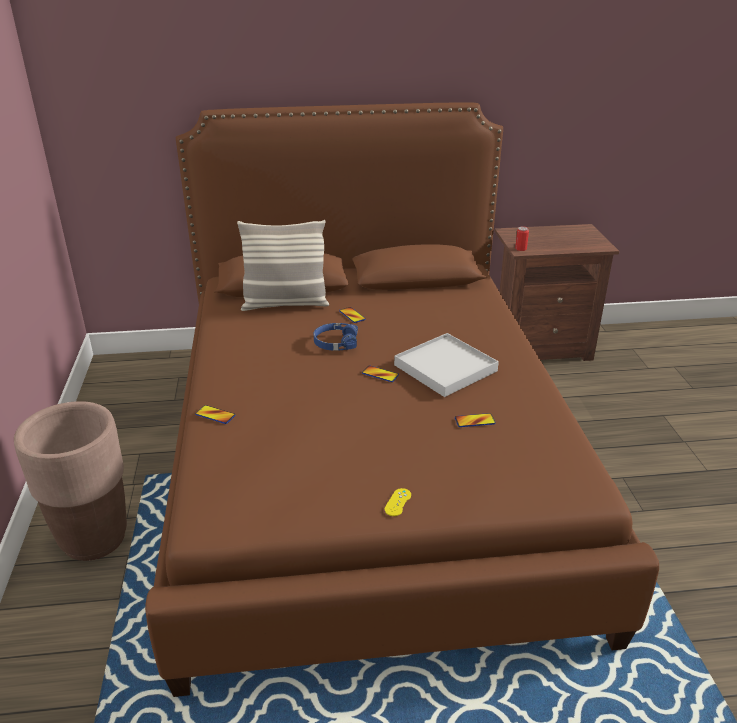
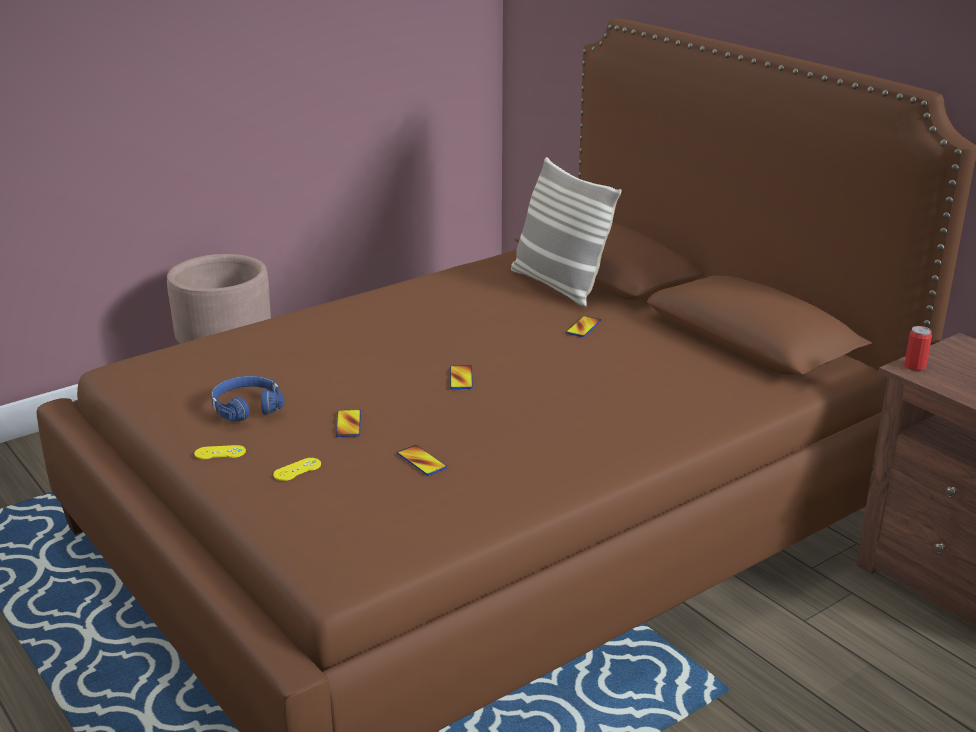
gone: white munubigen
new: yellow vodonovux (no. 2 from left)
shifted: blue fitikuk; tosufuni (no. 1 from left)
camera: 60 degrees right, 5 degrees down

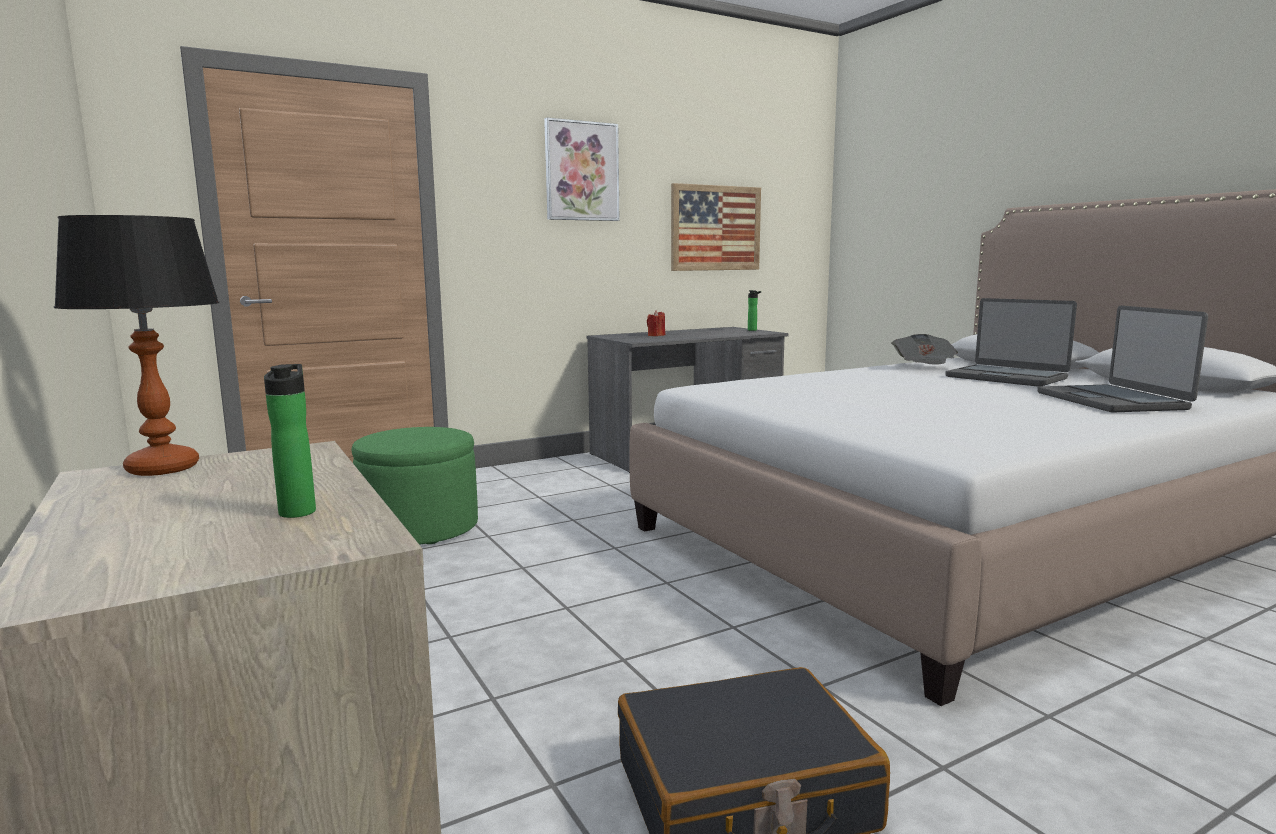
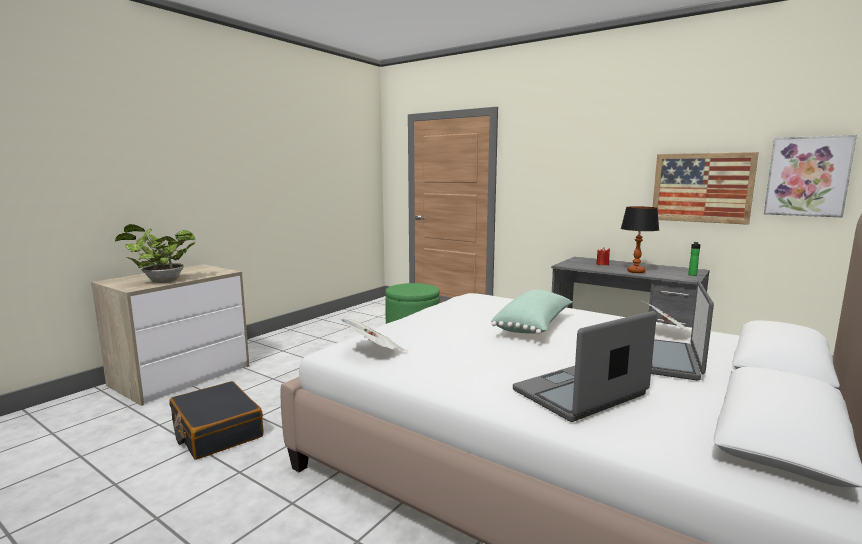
new: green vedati; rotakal (no. 1 from left)
shifted: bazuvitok (no. 1 from left in the first image) to bazuvitok (no. 2 from left); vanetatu
swapped: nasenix (no. 1 from left) to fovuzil
camera: 65 degrees right, 0 degrees up

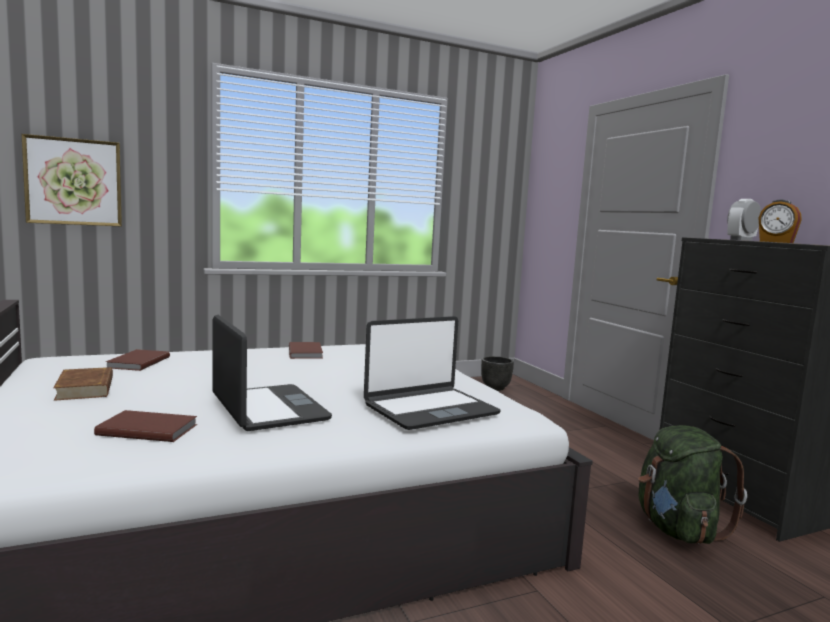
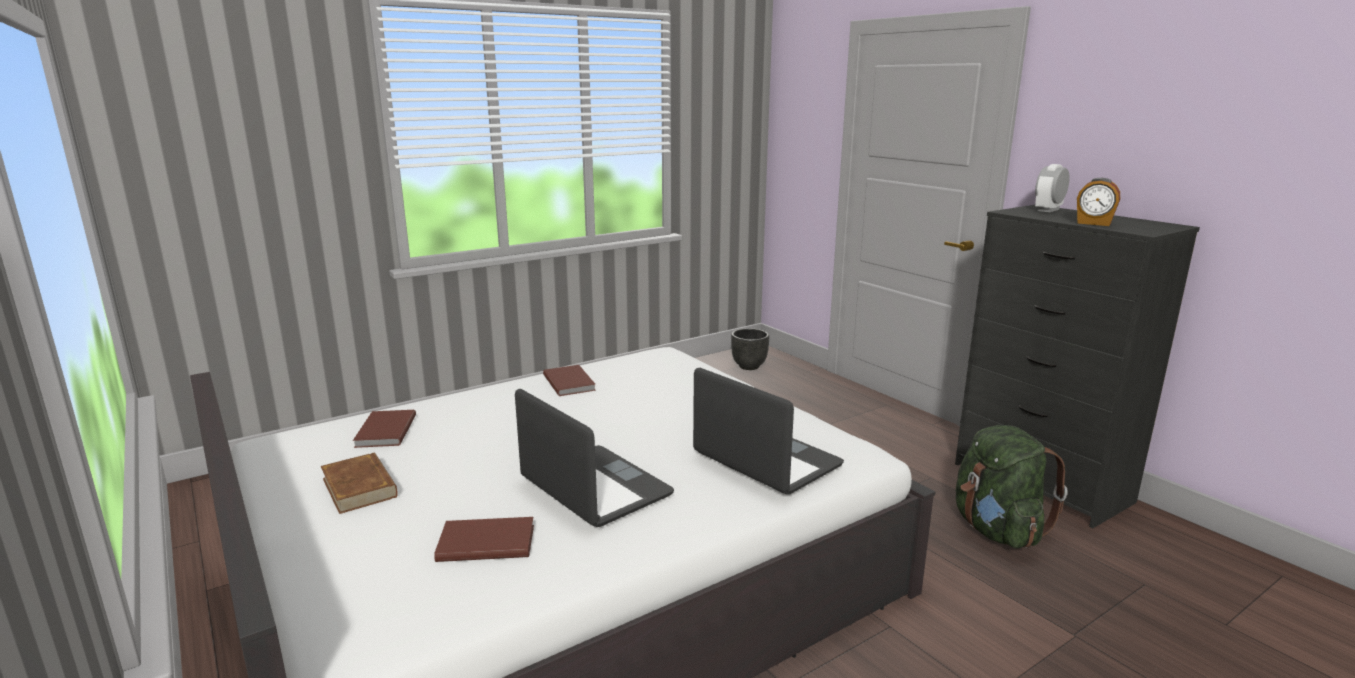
gone: bazuvitok
rotated: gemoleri (no. 2 from left) 90 degrees counterclockwise
camera: 10 degrees left, 10 degrees up

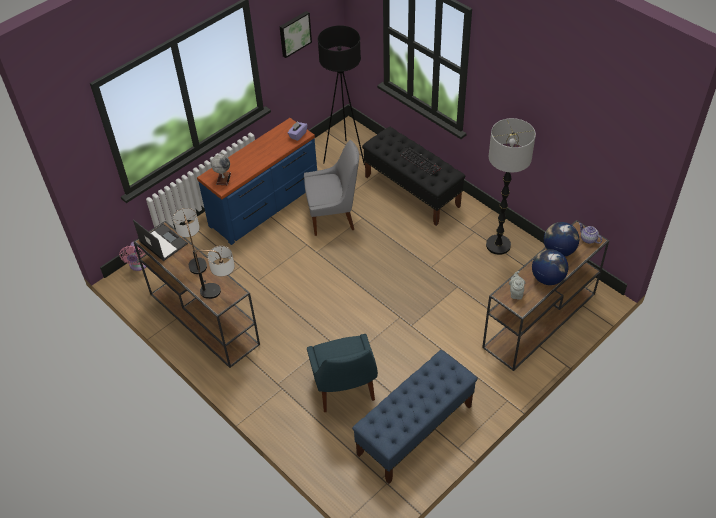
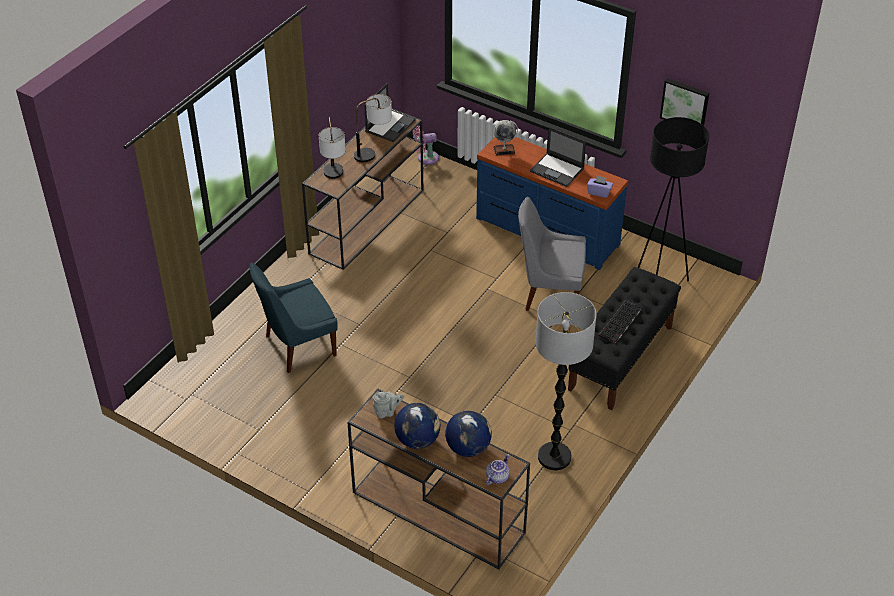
gone: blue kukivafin
new: gemoleri (no. 2 from left)
rotated: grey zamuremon 120 degrees clockwise
camera: 75 degrees right, 5 degrees down

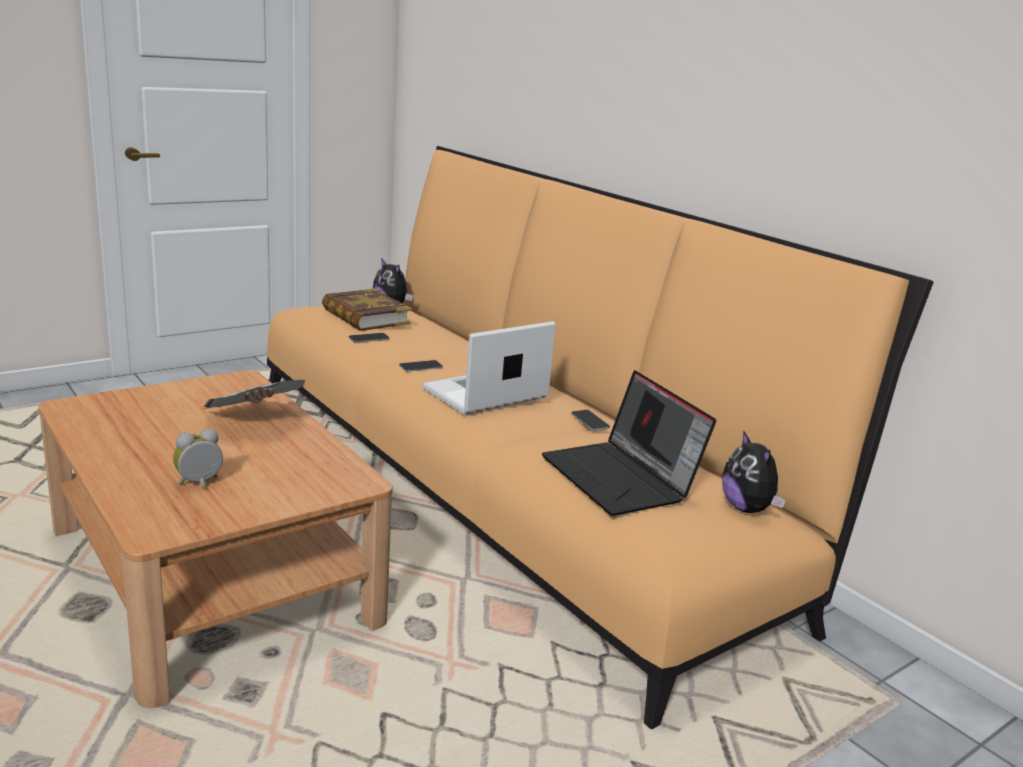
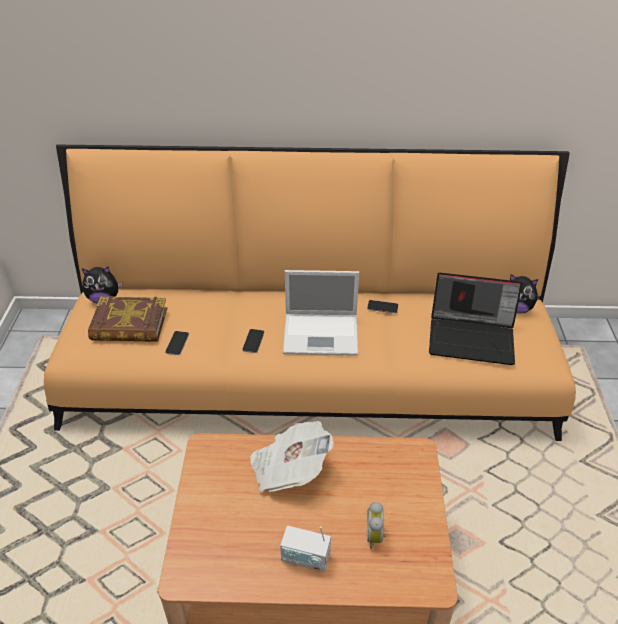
new: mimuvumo
rotated: gemoleri (no. 1 from left) 90 degrees counterclockwise
camera: 50 degrees left, 20 degrees up

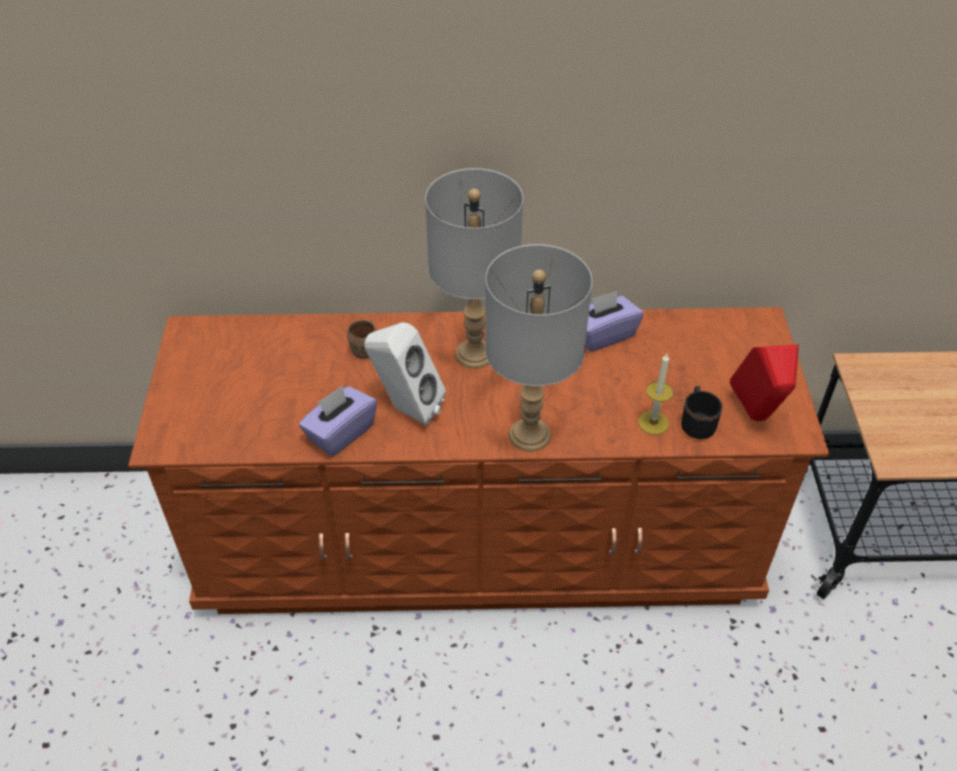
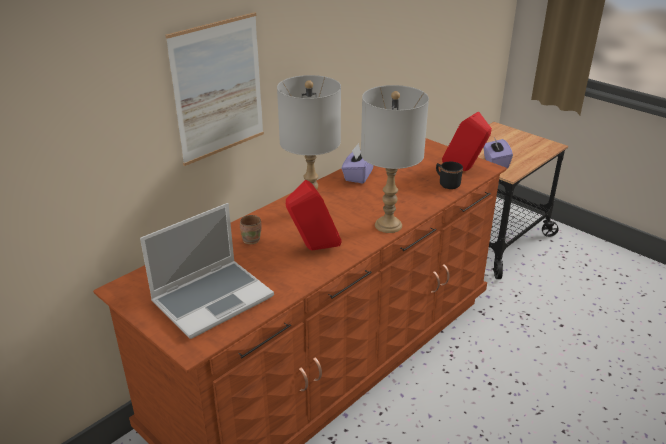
gone: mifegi
new: bazuvitok; gemoleri
shifted: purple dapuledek (no. 1 from left in the first image) to purple dapuledek (no. 2 from left)
repainted: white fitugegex to red fitugegex (no. 1 from left)
camera: 45 degrees left, 15 degrees down

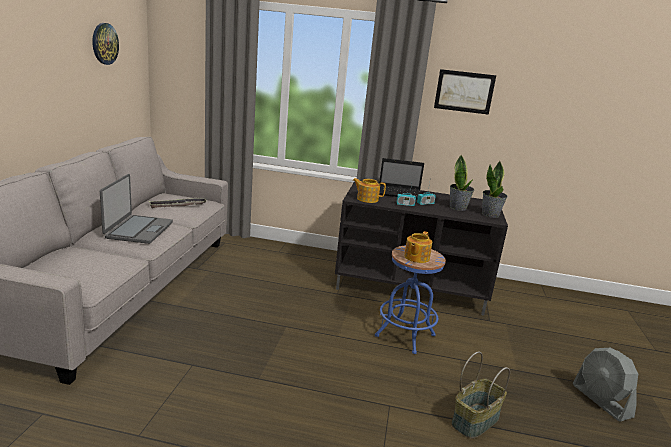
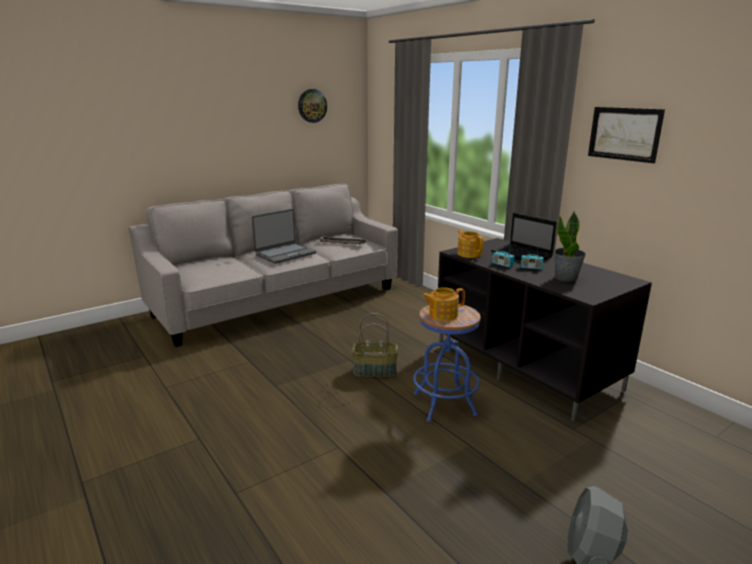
gone: fovuzil (no. 2 from left)
shifted: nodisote
camera: 45 degrees right, 0 degrees up

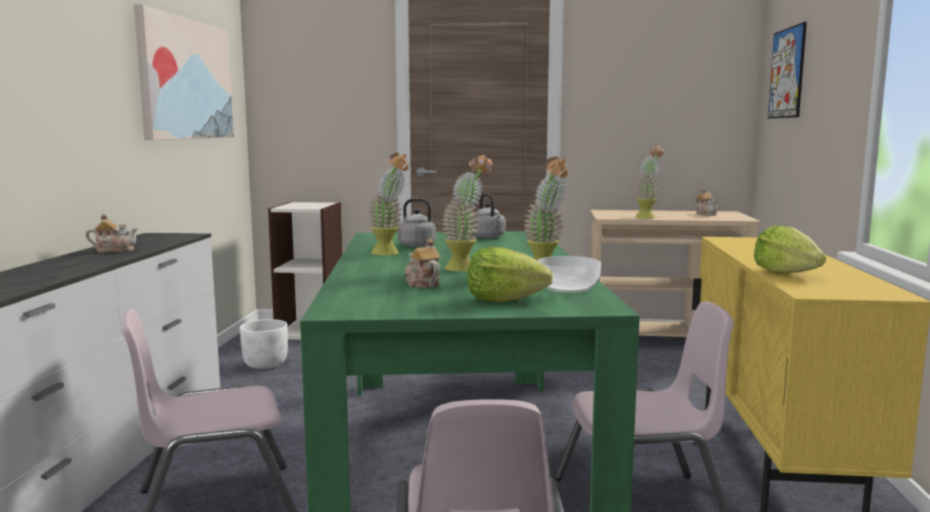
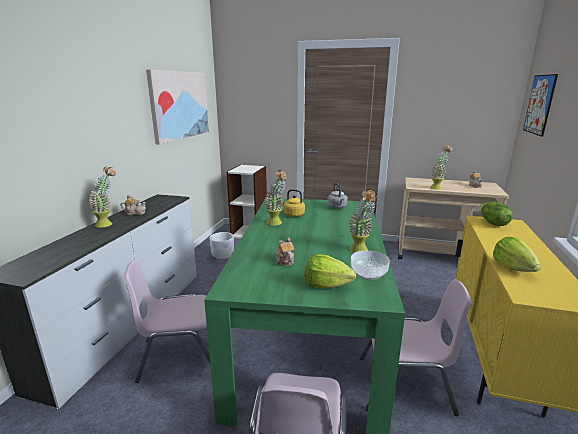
new: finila (no. 2 from left)
shifted: fovuzil (no. 2 from left in the first image) to fovuzil (no. 1 from left)
repainted: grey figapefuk (no. 1 from left) to yellow figapefuk
camera: 10 degrees right, 10 degrees up

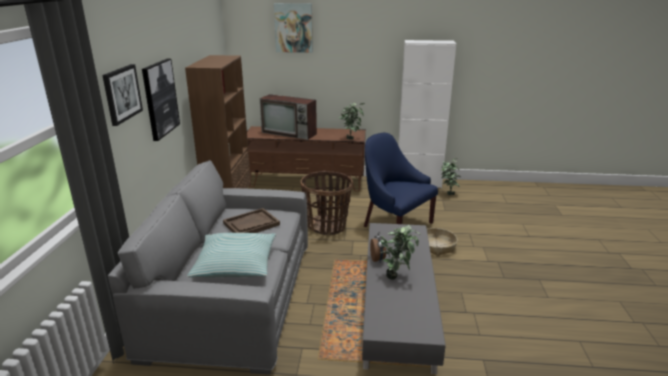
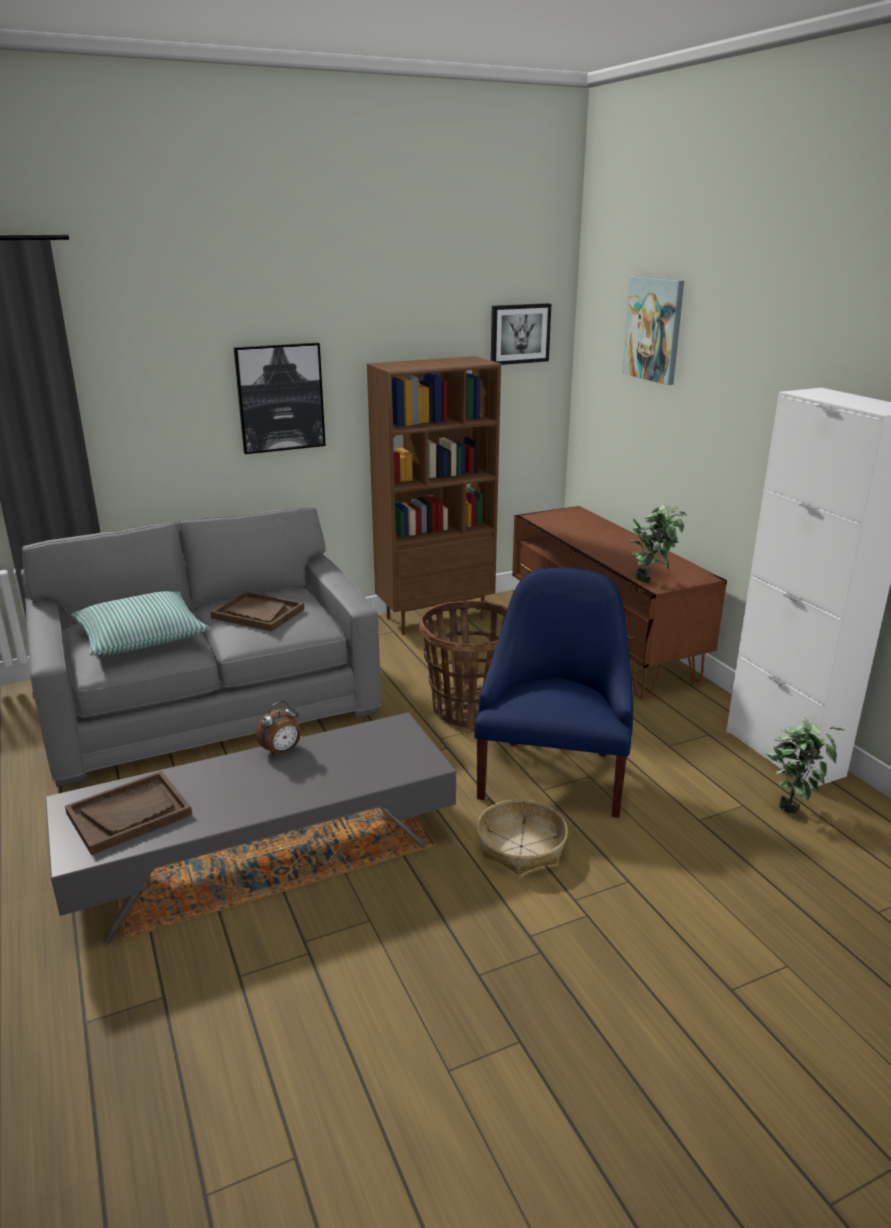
gone: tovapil; fovuzil (no. 2 from left)
new: brown munubigen (no. 1 from left)
shifted: bazuvitok (no. 1 from left in the first image) to bazuvitok (no. 2 from left)
camera: 60 degrees right, 0 degrees up

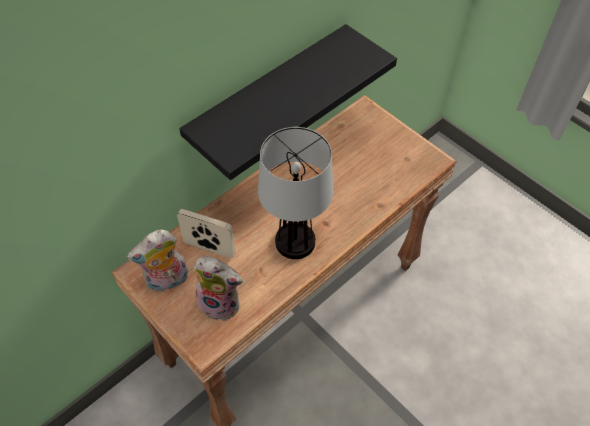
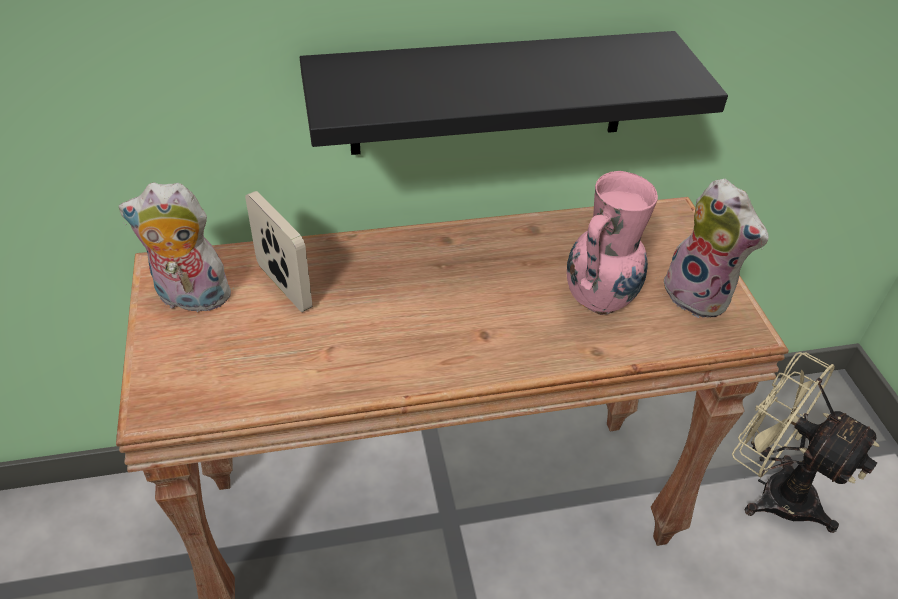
gone: vanetatu
new: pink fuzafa; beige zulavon
shifted: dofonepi (no. 2 from left)
camera: 30 degrees right, 10 degrees down

